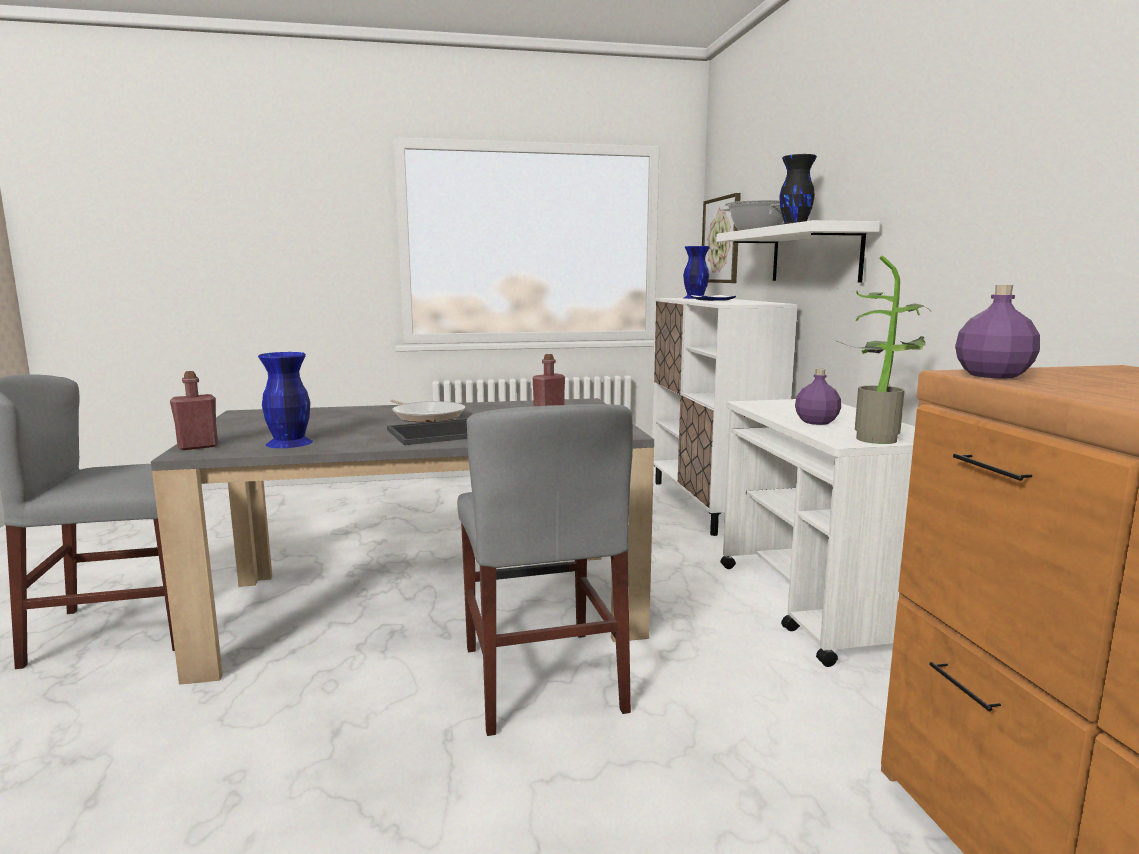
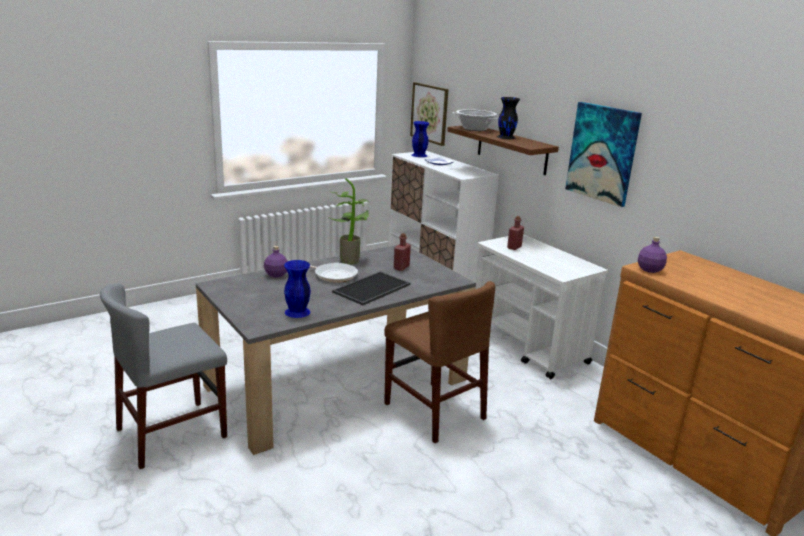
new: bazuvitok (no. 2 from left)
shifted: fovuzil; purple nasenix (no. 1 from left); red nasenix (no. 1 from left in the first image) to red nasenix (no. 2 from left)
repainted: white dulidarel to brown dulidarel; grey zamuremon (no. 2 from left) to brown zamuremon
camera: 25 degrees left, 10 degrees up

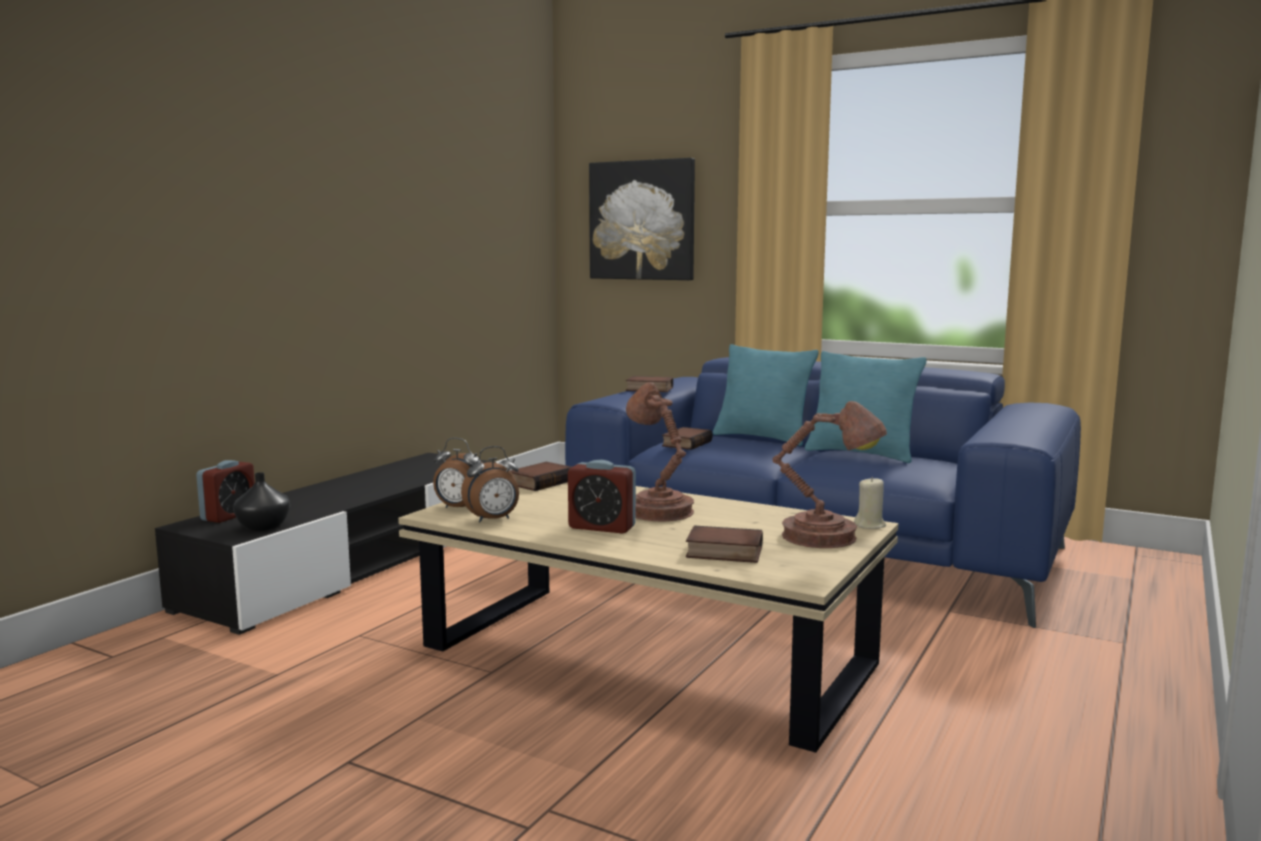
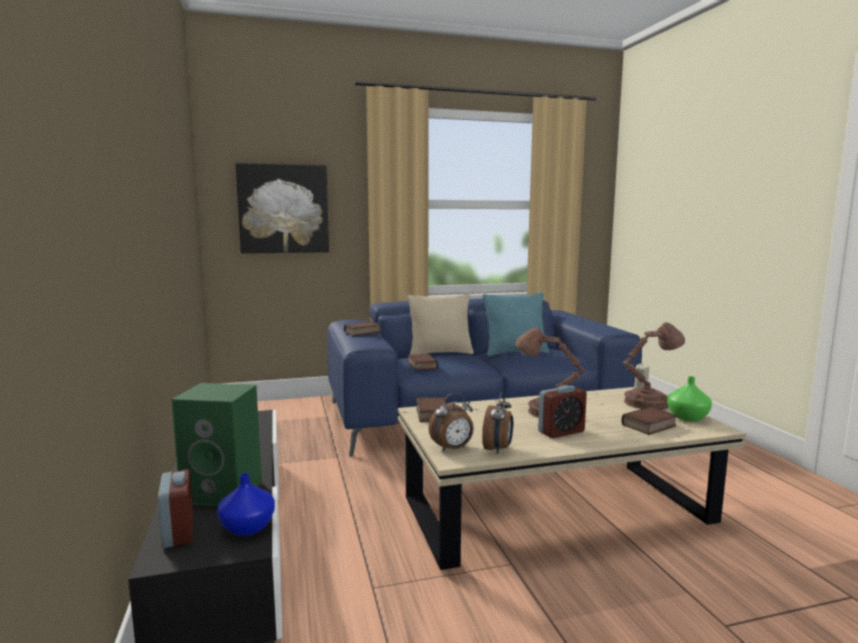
new: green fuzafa; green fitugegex
repainted: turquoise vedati (no. 1 from left) to beige vedati; black fuzafa to blue fuzafa
camera: 45 degrees left, 0 degrees up

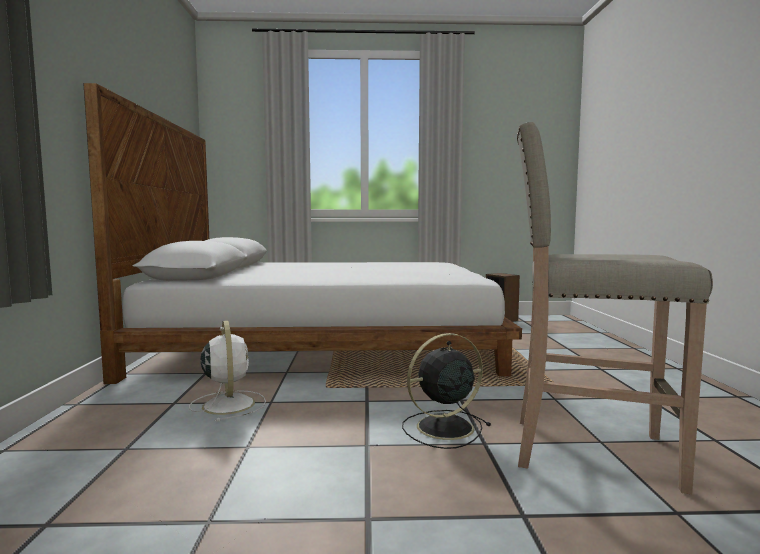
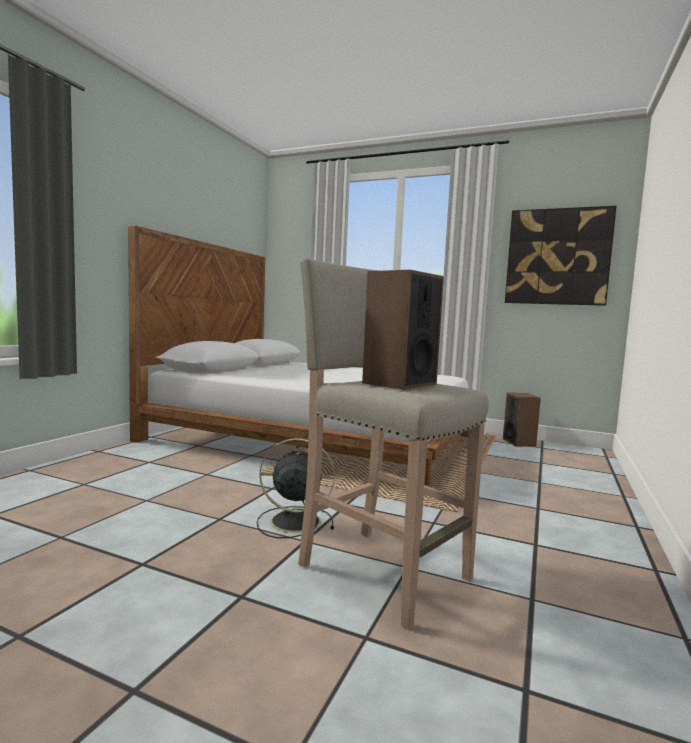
gone: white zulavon
new: bazuvitok; fitugegex (no. 1 from left)
camera: 25 degrees right, 0 degrees up

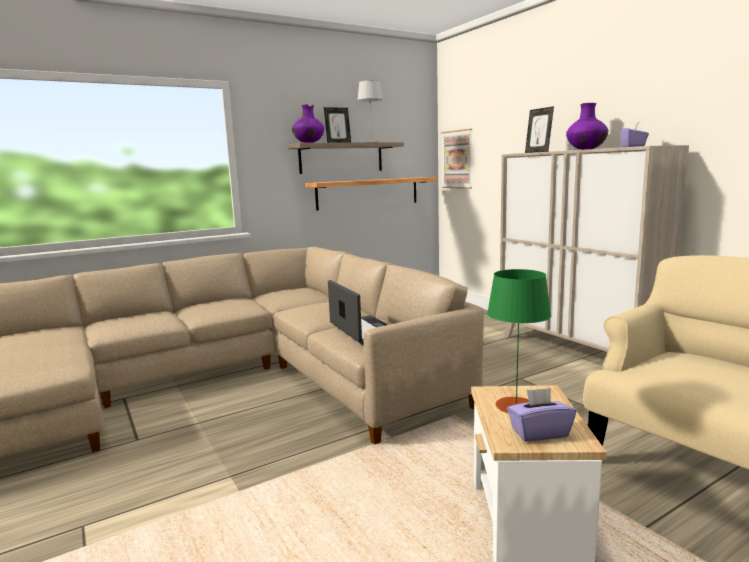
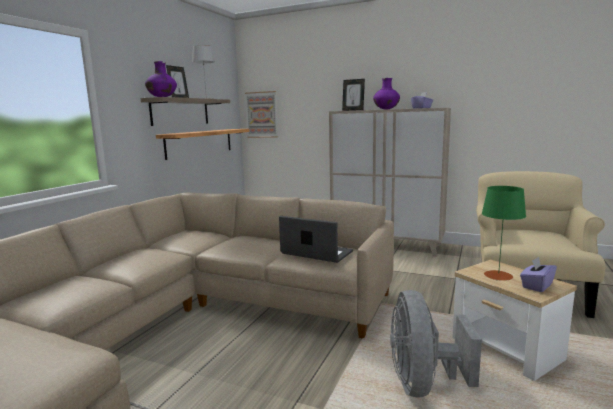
new: grey zulavon
camera: 35 degrees left, 0 degrees up

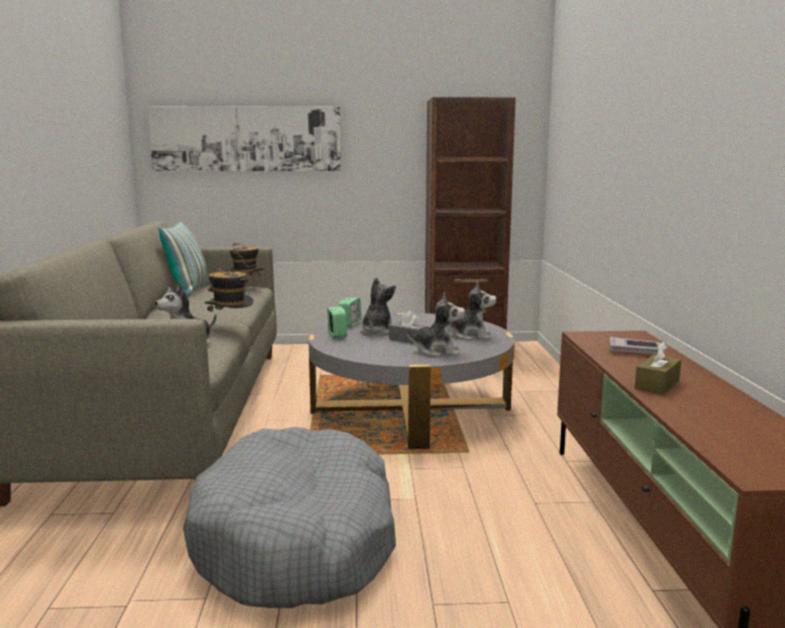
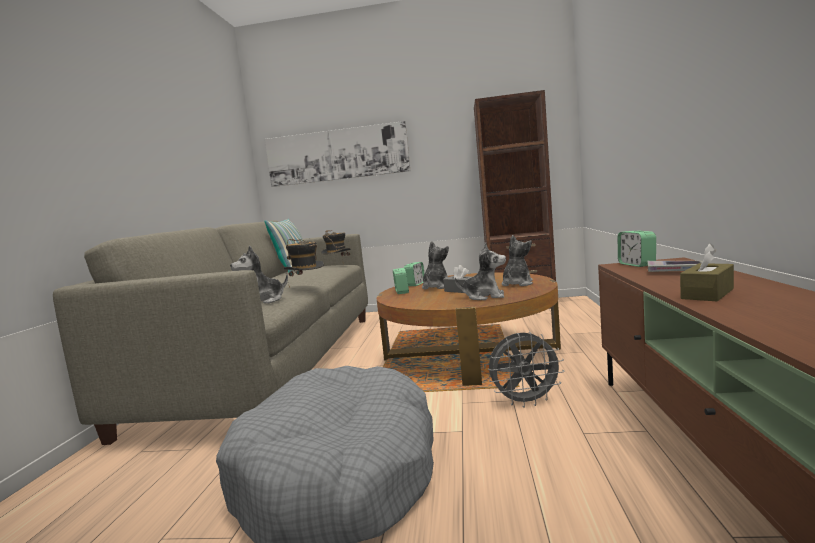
new: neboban (no. 3 from left); grey zulavon
repainted: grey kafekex to brown kafekex
rotated: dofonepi (no. 4 from left) 75 degrees counterclockwise
camera: 10 degrees right, 5 degrees down

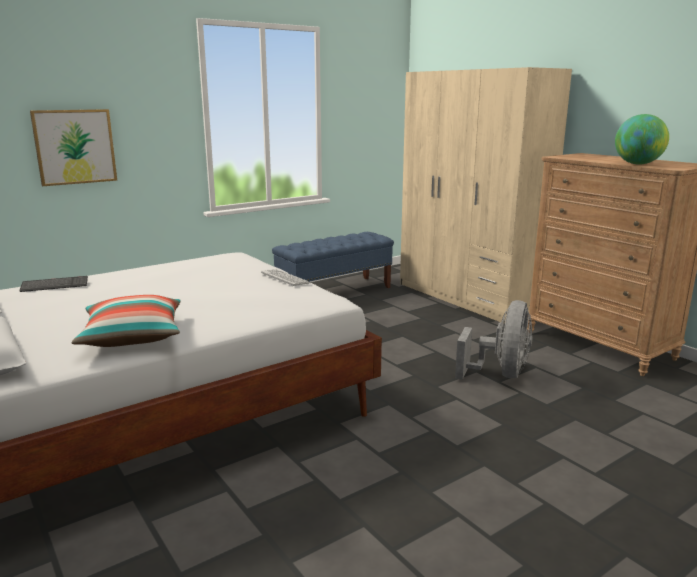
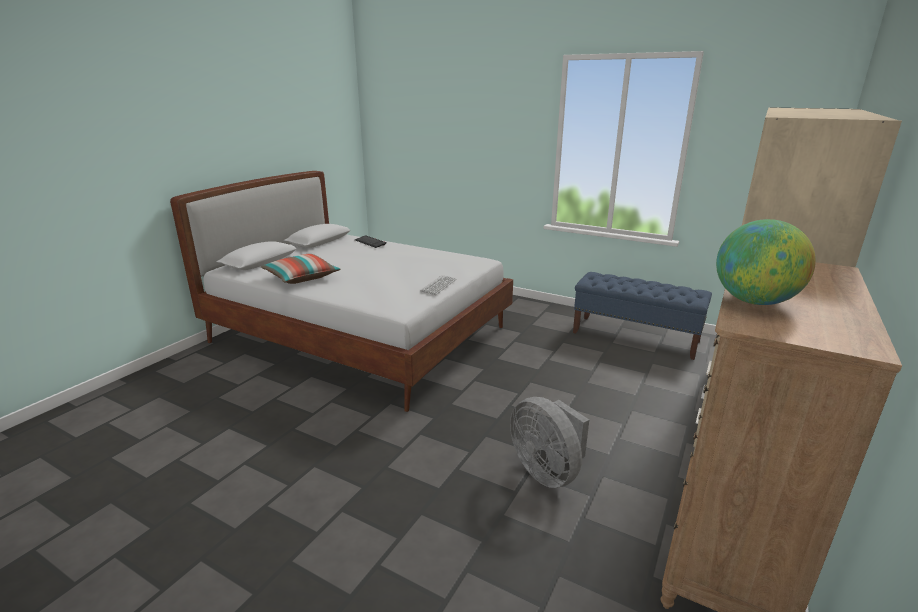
gone: bazuvitok
rotated: grey zulavon 60 degrees clockwise
camera: 65 degrees right, 5 degrees up

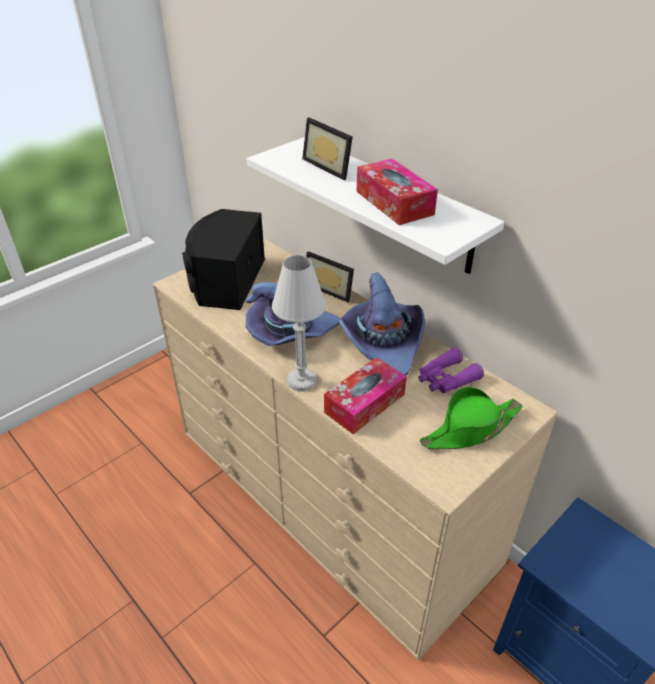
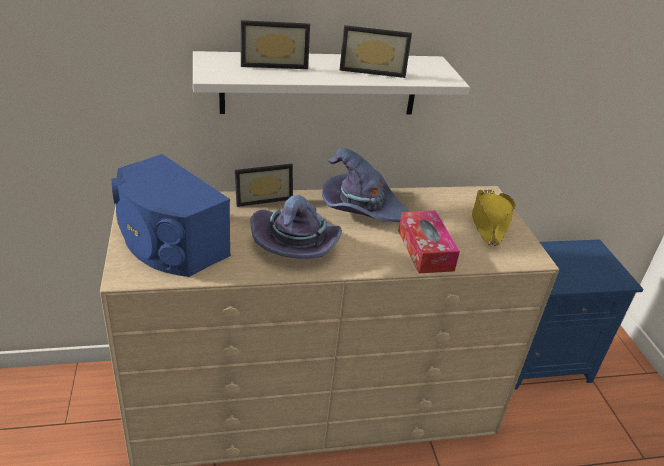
gone: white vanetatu; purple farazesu
swapped: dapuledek (no. 2 from left) to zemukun (no. 3 from left)
repainted: black fitugegex to blue fitugegex; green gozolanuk to yellow gozolanuk
camera: 60 degrees left, 5 degrees down

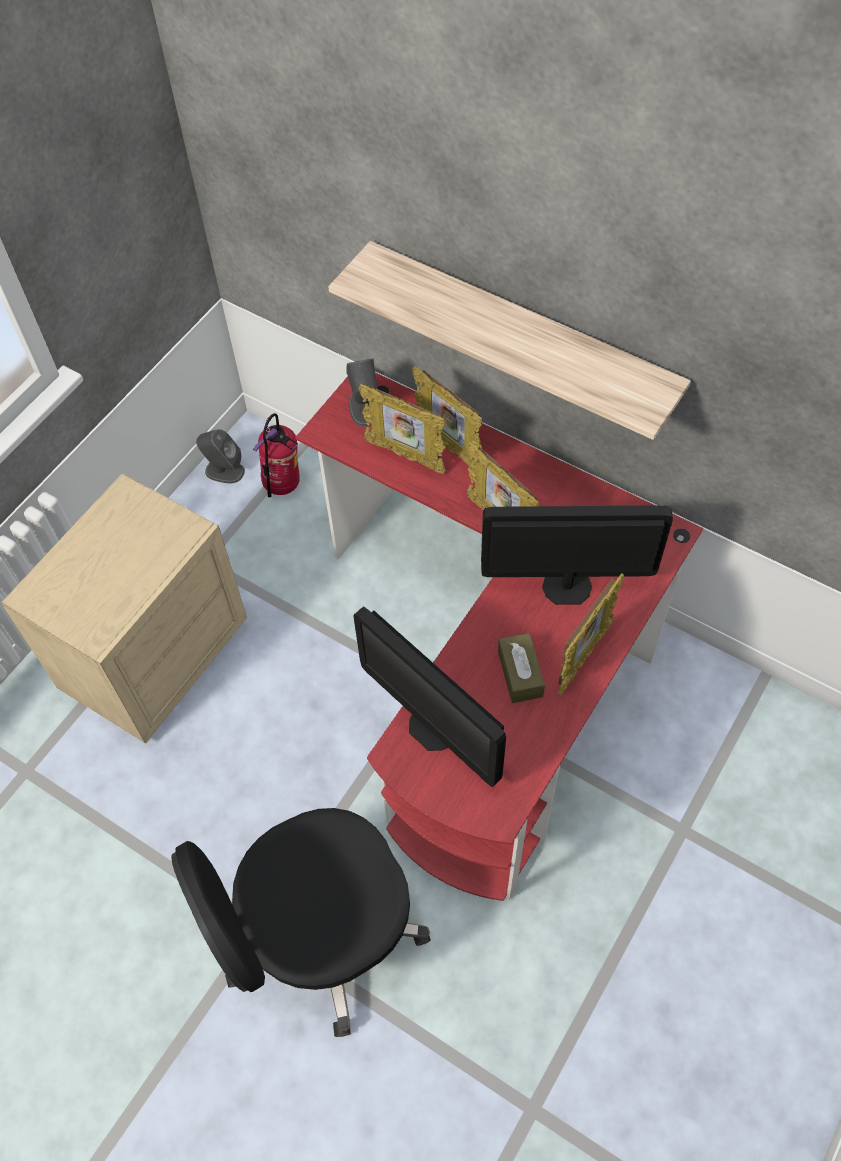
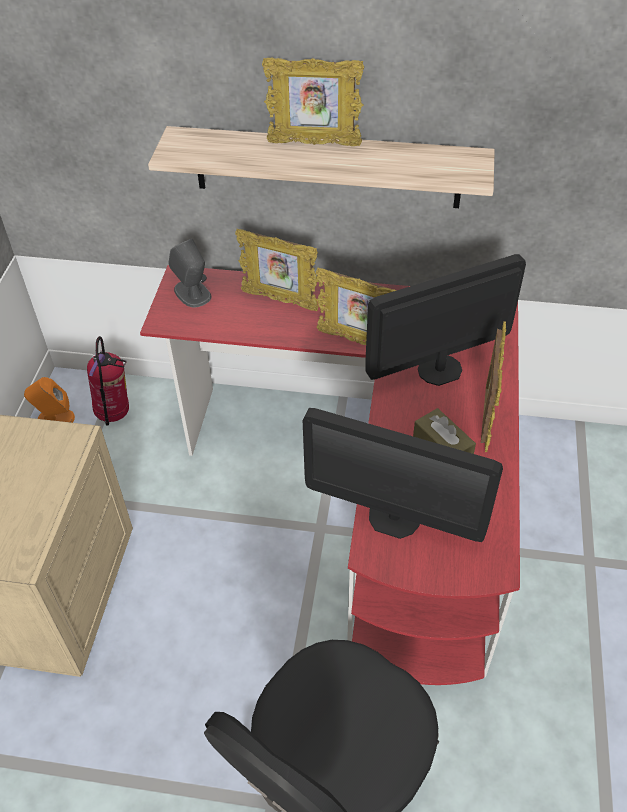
shifted: zemukun (no. 1 from left in the first image) to zemukun (no. 2 from left)
repainted: grey fitugegex (no. 1 from left) to orange fitugegex
camera: 25 degrees left, 10 degrees down

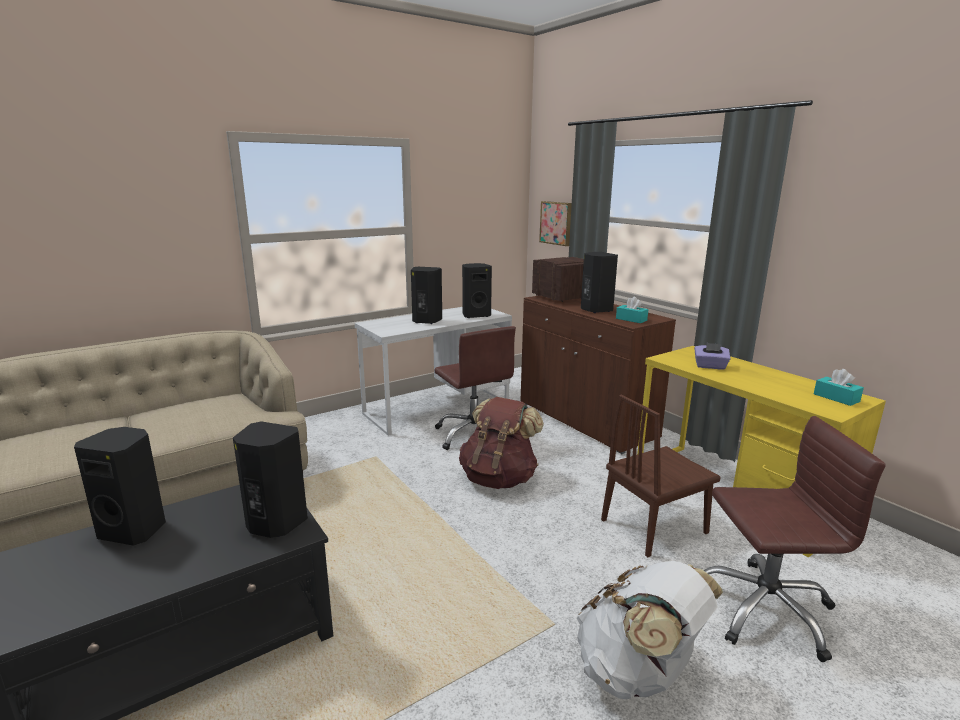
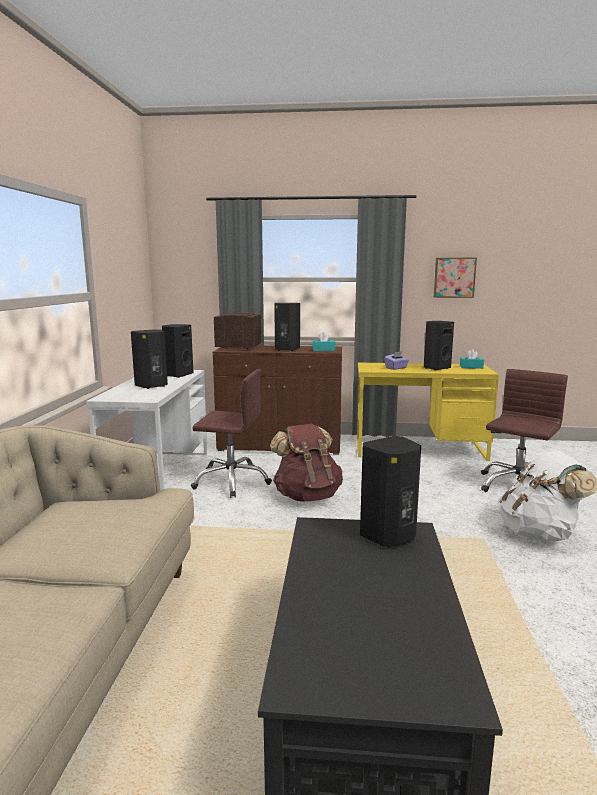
gone: brown zamuremon
shifted: bazuvitok; black fitugegex (no. 1 from left in the first image) to black fitugegex (no. 5 from left)
camera: 50 degrees left, 5 degrees down

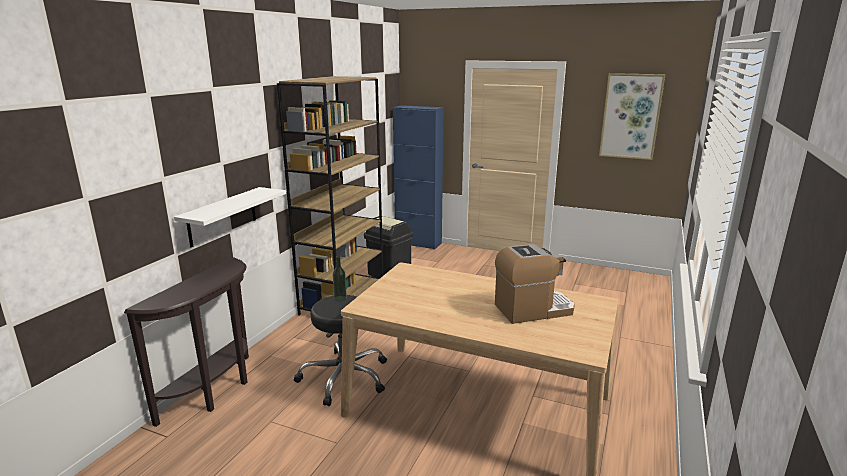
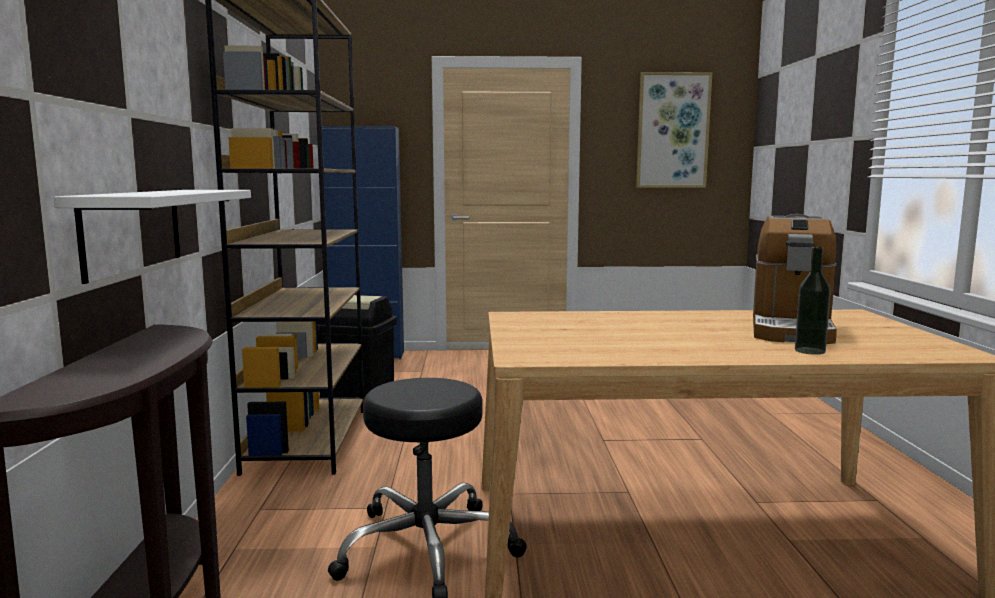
shifted: nasenix
rotated: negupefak 150 degrees clockwise
camera: 25 degrees left, 10 degrees down

